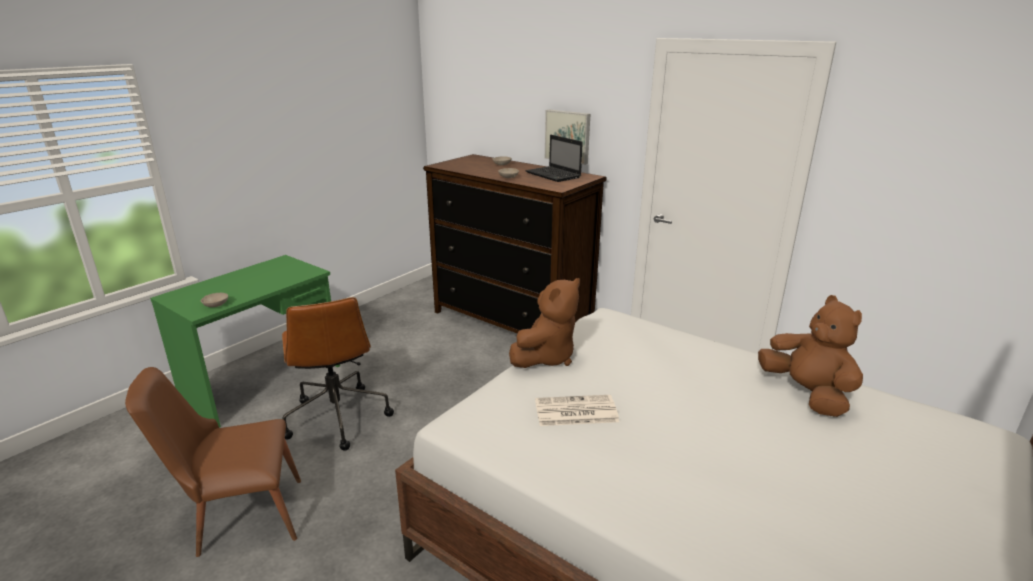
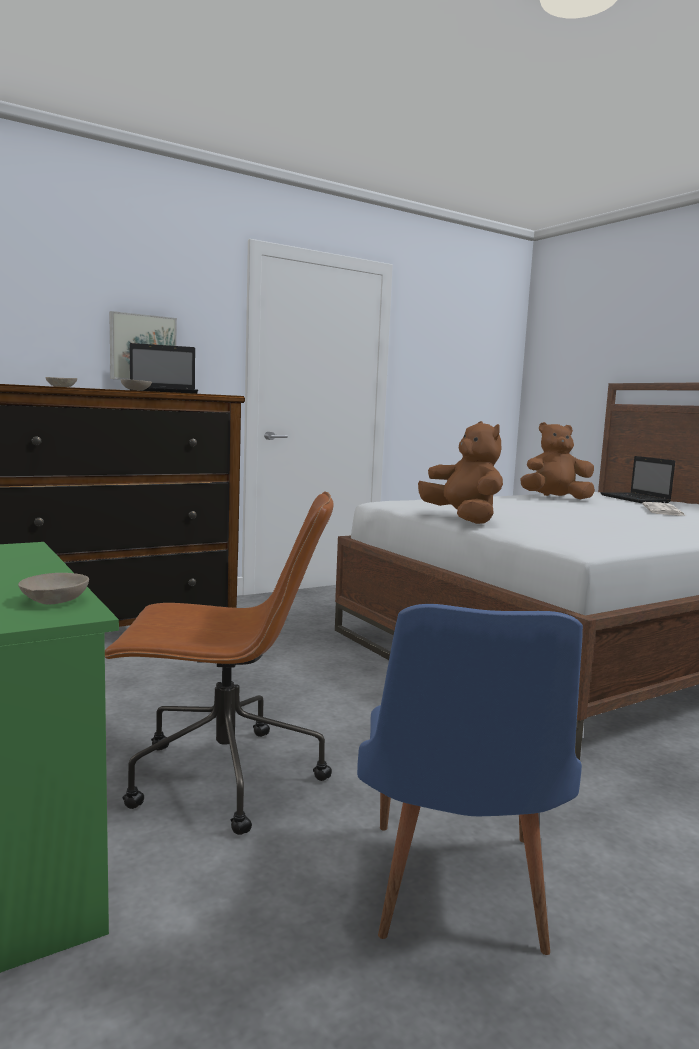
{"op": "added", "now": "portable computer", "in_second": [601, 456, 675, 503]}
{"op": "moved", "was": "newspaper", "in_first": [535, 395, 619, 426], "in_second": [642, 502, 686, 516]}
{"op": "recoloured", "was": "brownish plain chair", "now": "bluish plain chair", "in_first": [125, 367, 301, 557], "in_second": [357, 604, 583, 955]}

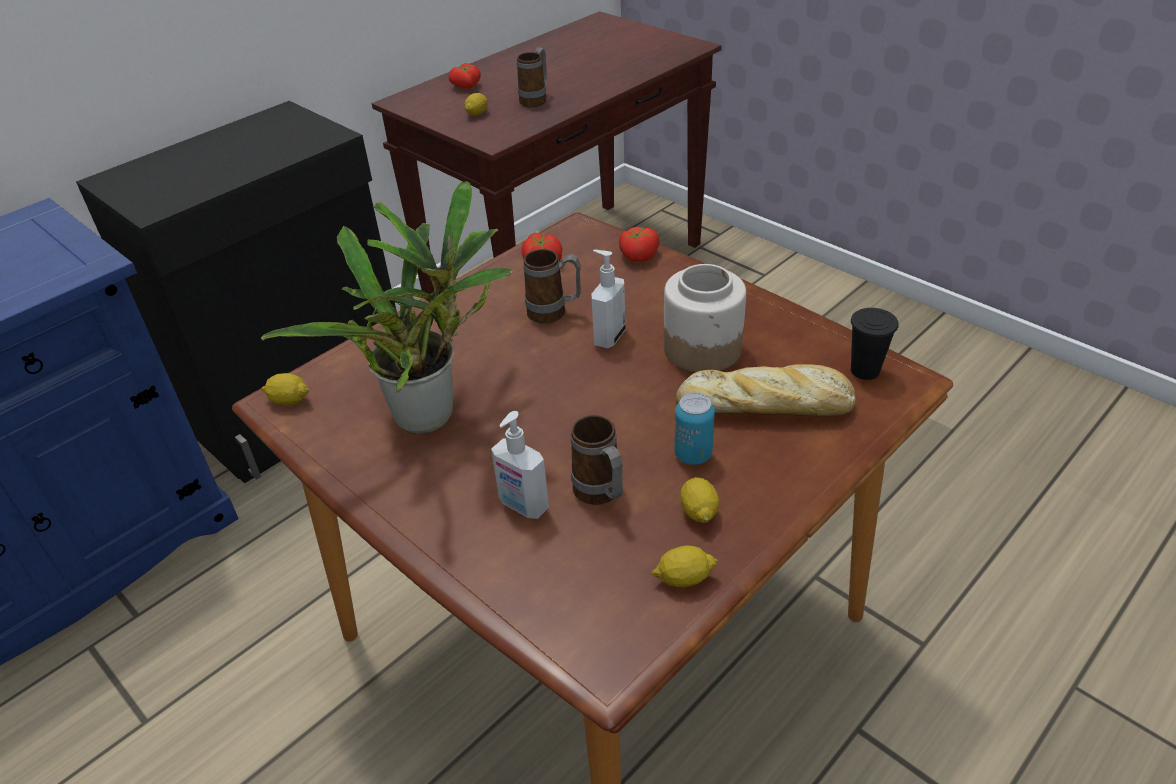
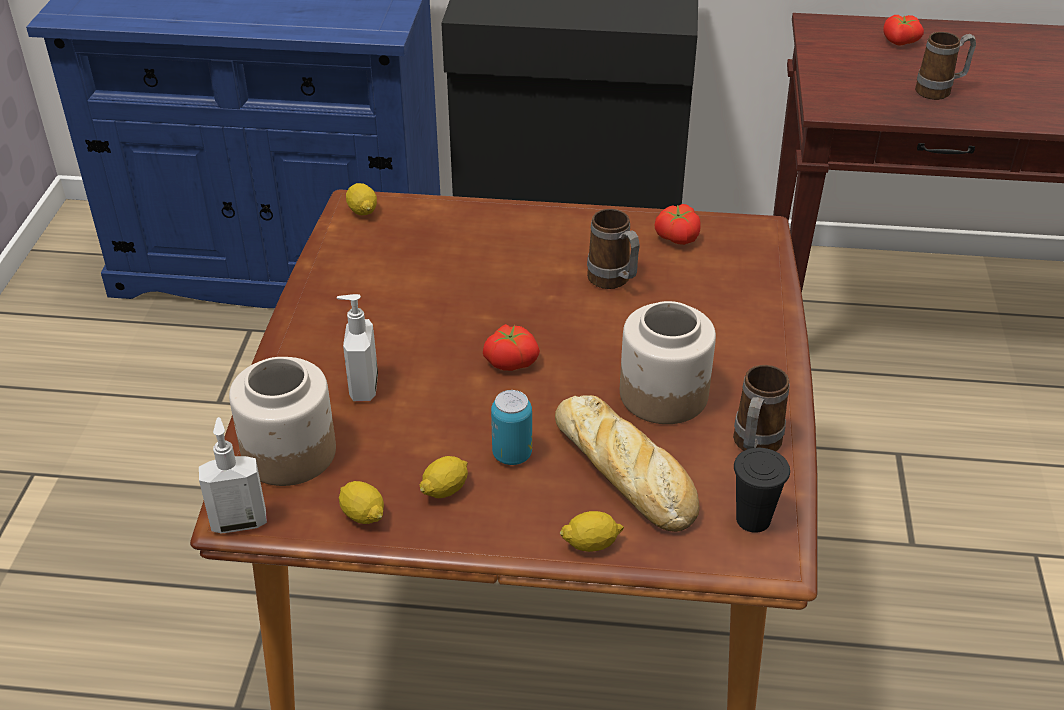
{"op": "removed", "was": "houseplant", "in_first": [261, 181, 513, 434]}
{"op": "added", "now": "storage jar", "in_second": [229, 357, 336, 486]}
{"op": "moved", "was": "whole lemon", "in_first": [465, 93, 488, 116], "in_second": [560, 511, 624, 552]}
{"op": "moved", "was": "coffee mug", "in_first": [571, 415, 623, 505], "in_second": [733, 365, 790, 451]}
{"op": "moved", "was": "soap bottle", "in_first": [591, 250, 625, 349], "in_second": [199, 417, 267, 534]}
{"op": "moved", "was": "whole tomato", "in_first": [619, 227, 660, 262], "in_second": [483, 324, 540, 371]}

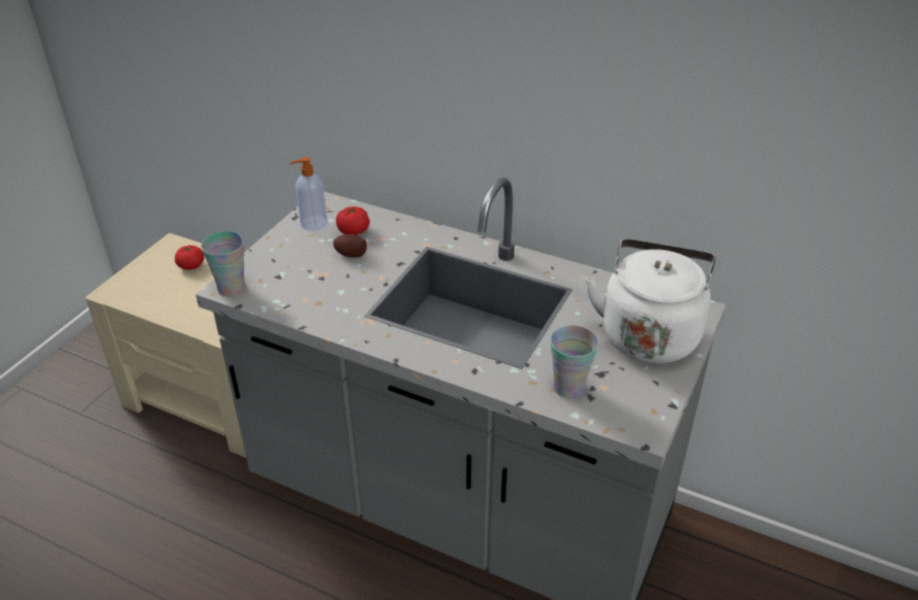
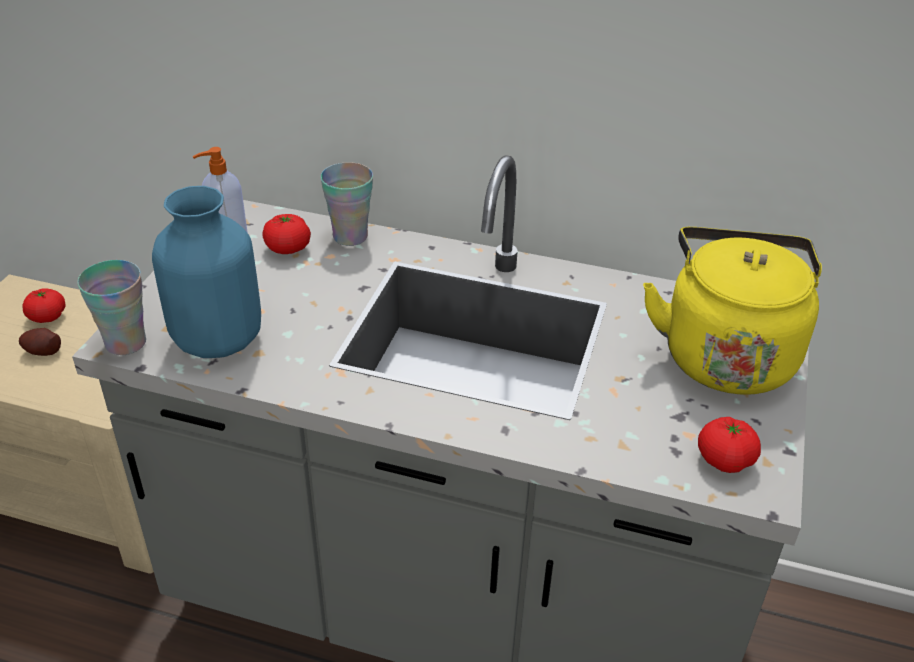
{"op": "added", "now": "bluish vase", "in_second": [152, 186, 261, 358]}
{"op": "added", "now": "whole tomato", "in_second": [698, 417, 761, 473]}
{"op": "moved", "was": "potato", "in_first": [333, 234, 367, 258], "in_second": [19, 328, 61, 356]}
{"op": "moved", "was": "small cup", "in_first": [550, 325, 598, 399], "in_second": [320, 162, 373, 246]}
{"op": "recoloured", "was": "white-coloured kettle", "now": "yellow-coloured kettle", "in_first": [585, 239, 716, 364], "in_second": [643, 227, 822, 395]}

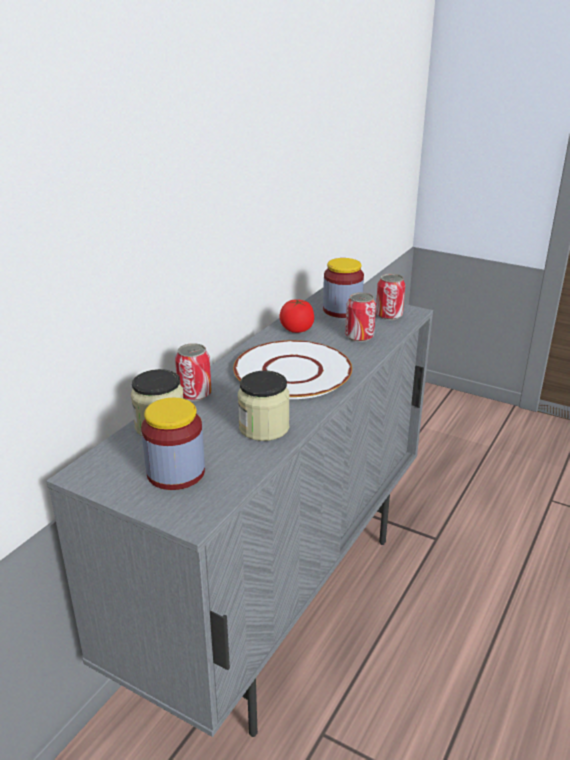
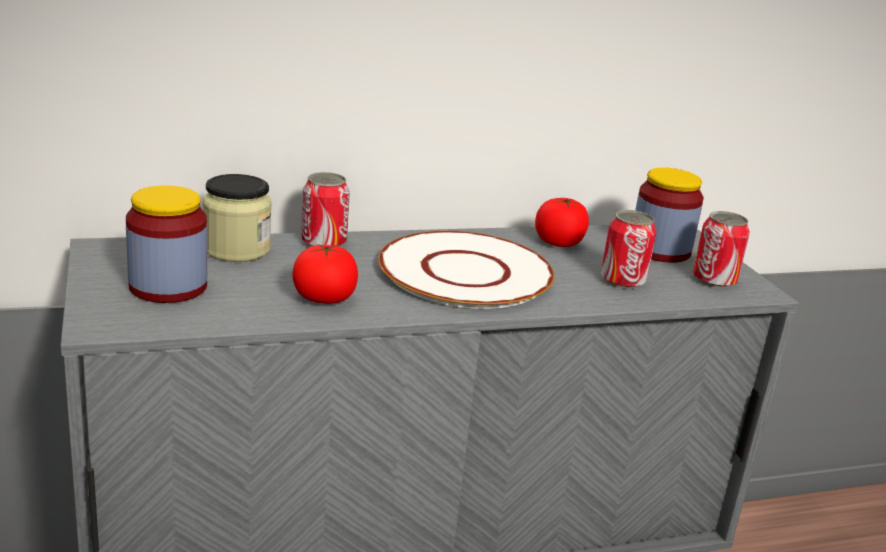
{"op": "replaced", "was": "storage jar", "now": "whole tomato", "in_first": [238, 370, 290, 441], "in_second": [292, 243, 358, 304]}

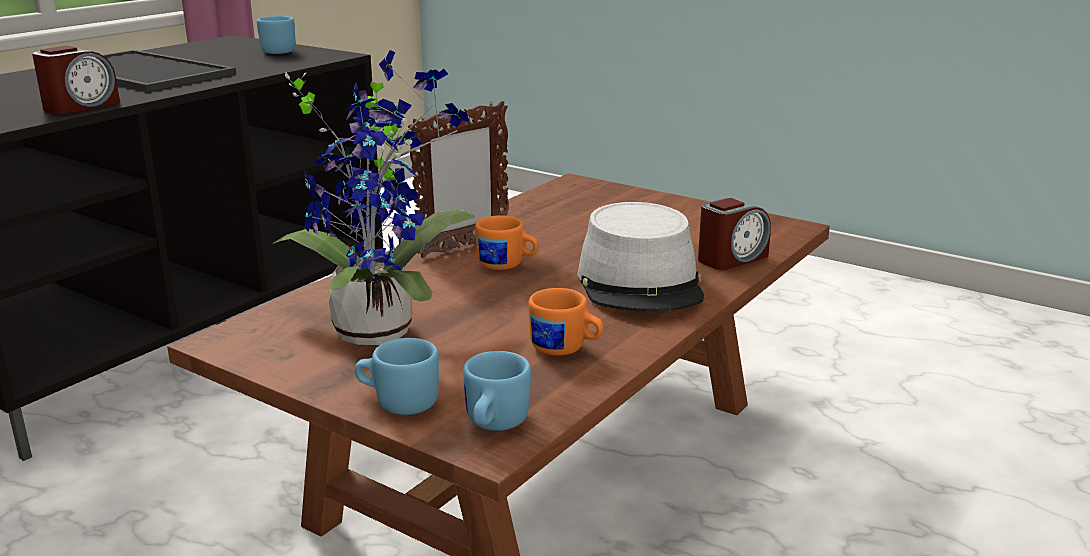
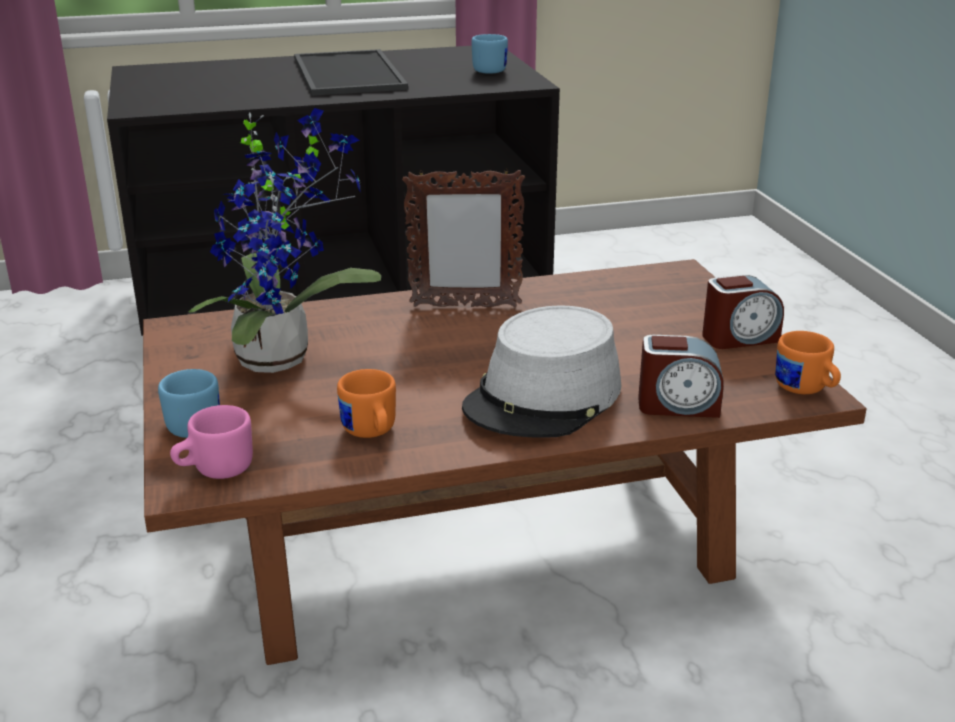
{"op": "moved", "was": "table clock", "in_first": [32, 46, 120, 114], "in_second": [702, 275, 784, 349]}
{"op": "moved", "was": "orange coffee mug", "in_first": [475, 215, 539, 270], "in_second": [775, 331, 841, 394]}
{"op": "recoloured", "was": "bluish coffee mug", "now": "pink coffee mug", "in_first": [463, 351, 531, 431], "in_second": [170, 405, 253, 479]}

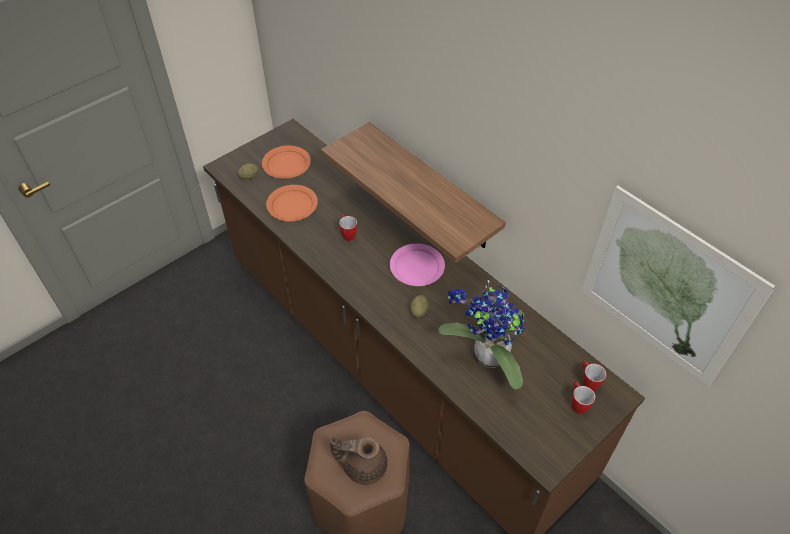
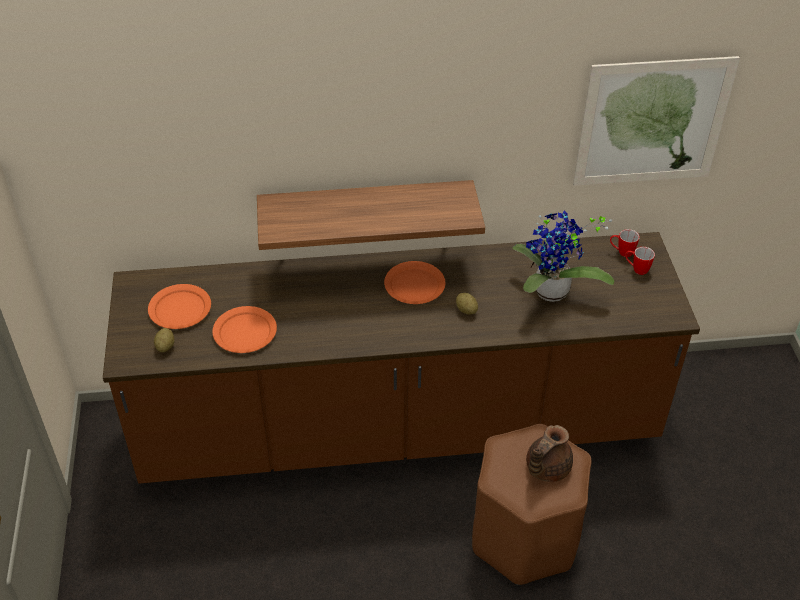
{"op": "removed", "was": "coffee mug", "in_first": [339, 214, 357, 241]}
{"op": "recoloured", "was": "pink plate", "now": "orange plate", "in_first": [390, 244, 445, 286], "in_second": [384, 261, 445, 304]}

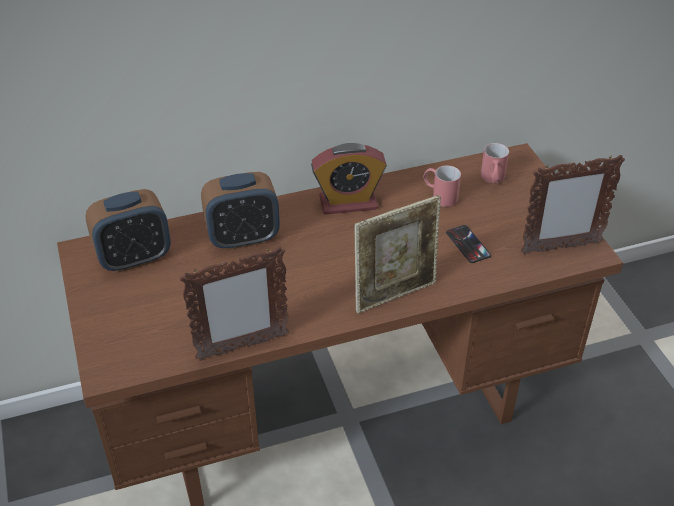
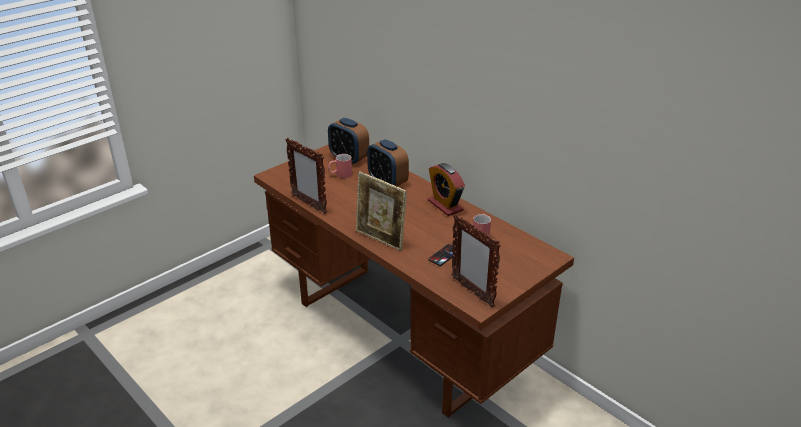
{"op": "moved", "was": "reddish coffee mug", "in_first": [481, 143, 509, 184], "in_second": [328, 154, 352, 178]}

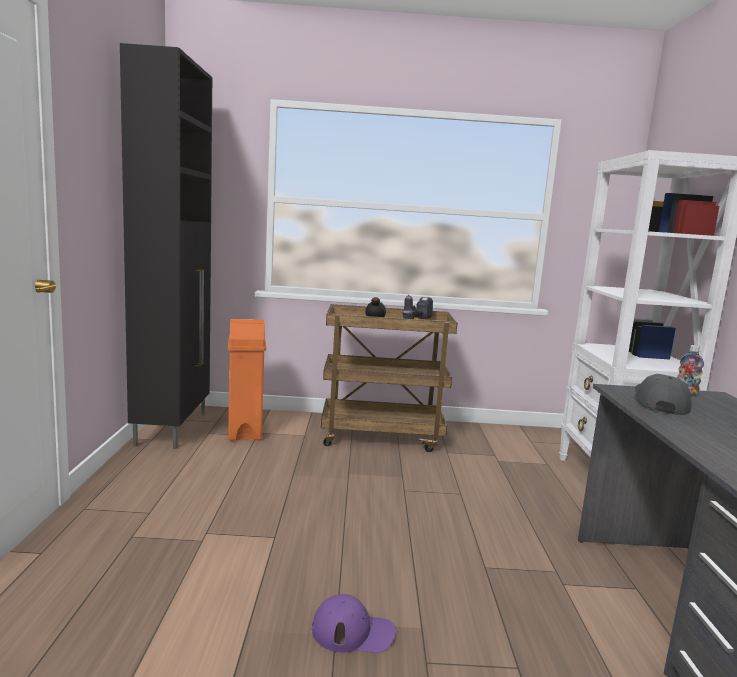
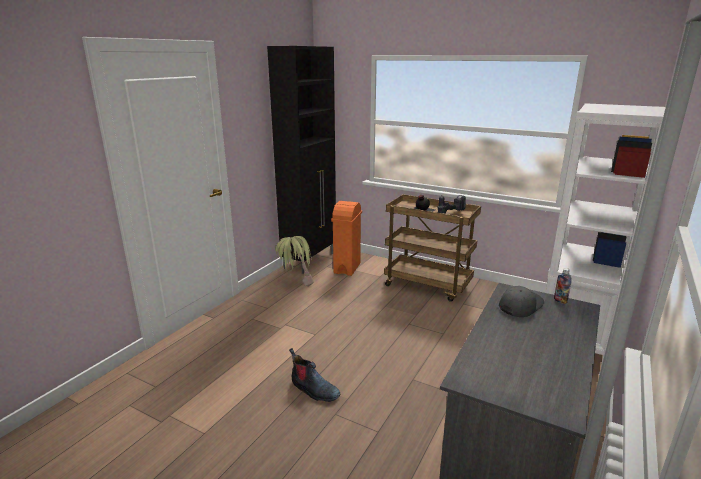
{"op": "added", "now": "houseplant", "in_second": [275, 236, 314, 286]}
{"op": "replaced", "was": "purplish peaked cap", "now": "high-top boot", "in_first": [311, 594, 396, 653], "in_second": [289, 348, 340, 402]}

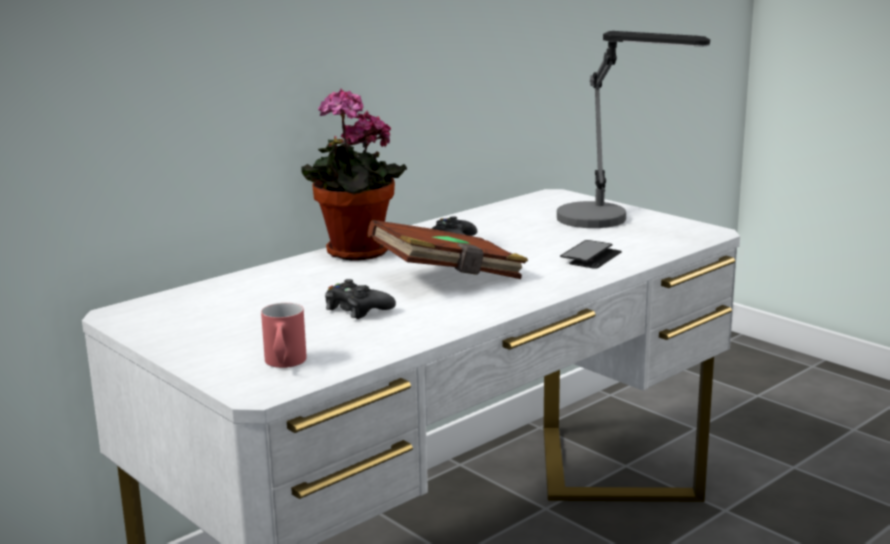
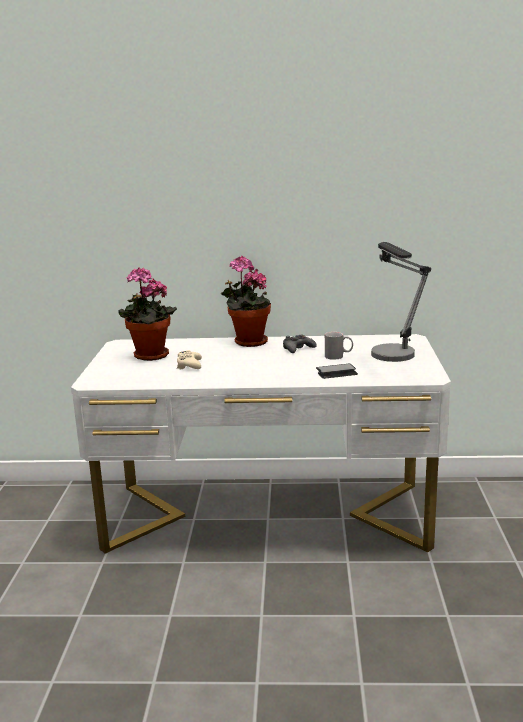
{"op": "removed", "was": "reddish coffee mug", "in_first": [261, 303, 307, 368]}
{"op": "removed", "was": "brownish book", "in_first": [368, 220, 528, 279]}
{"op": "added", "now": "houseplant", "in_second": [118, 267, 177, 361]}
{"op": "added", "now": "grey coffee mug", "in_second": [325, 332, 353, 360]}
{"op": "recoloured", "was": "black joypad", "now": "beige-coloured joypad", "in_first": [325, 279, 396, 319], "in_second": [177, 350, 202, 370]}

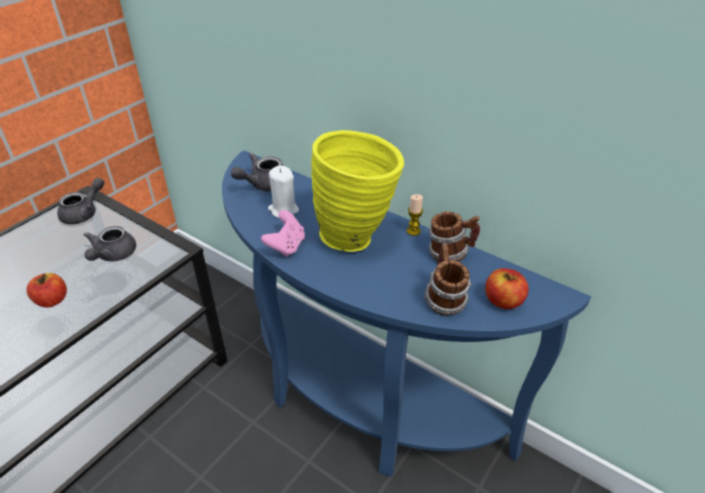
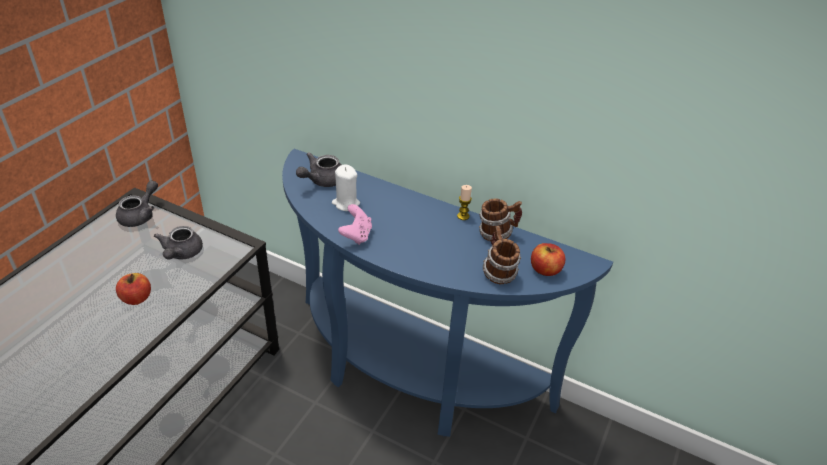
{"op": "removed", "was": "yellow-coloured vase", "in_first": [311, 130, 404, 252]}

